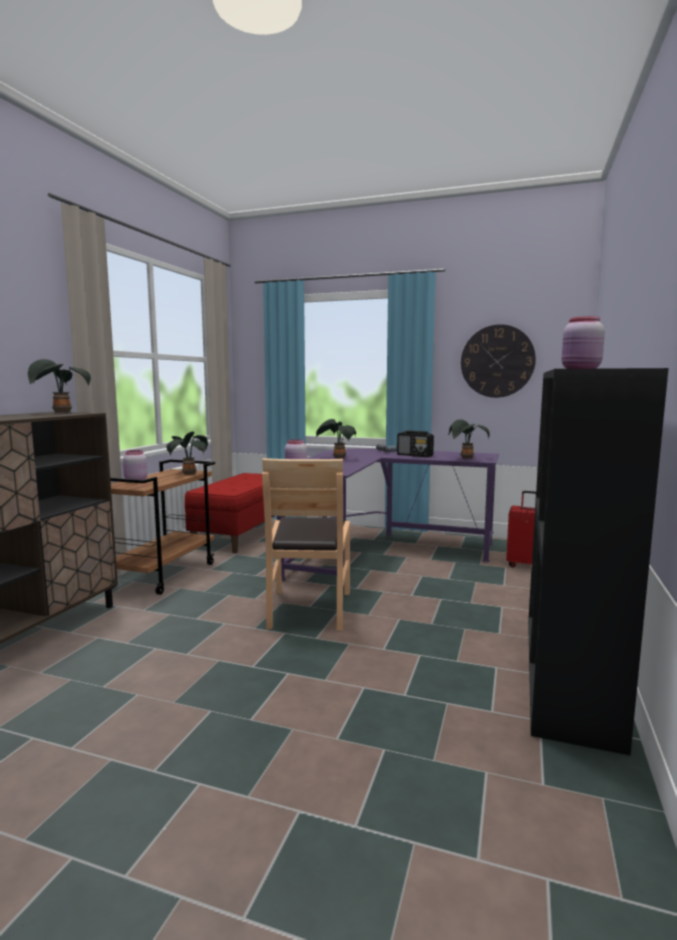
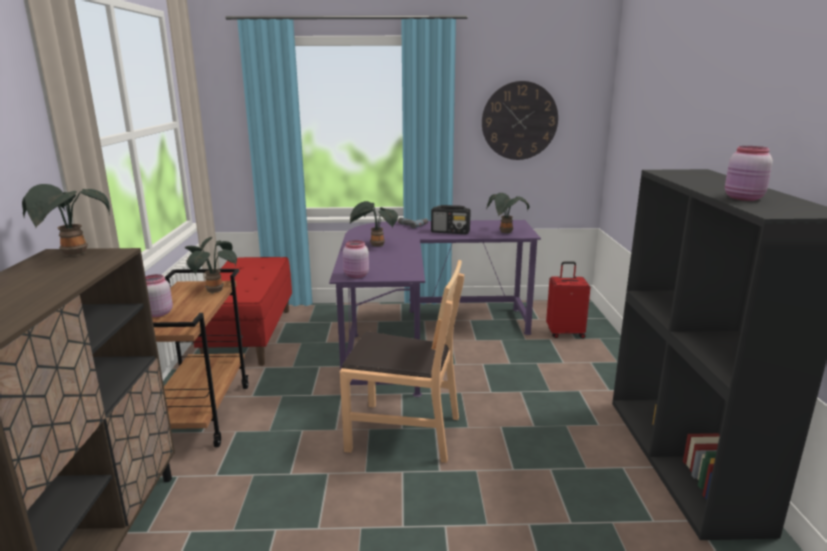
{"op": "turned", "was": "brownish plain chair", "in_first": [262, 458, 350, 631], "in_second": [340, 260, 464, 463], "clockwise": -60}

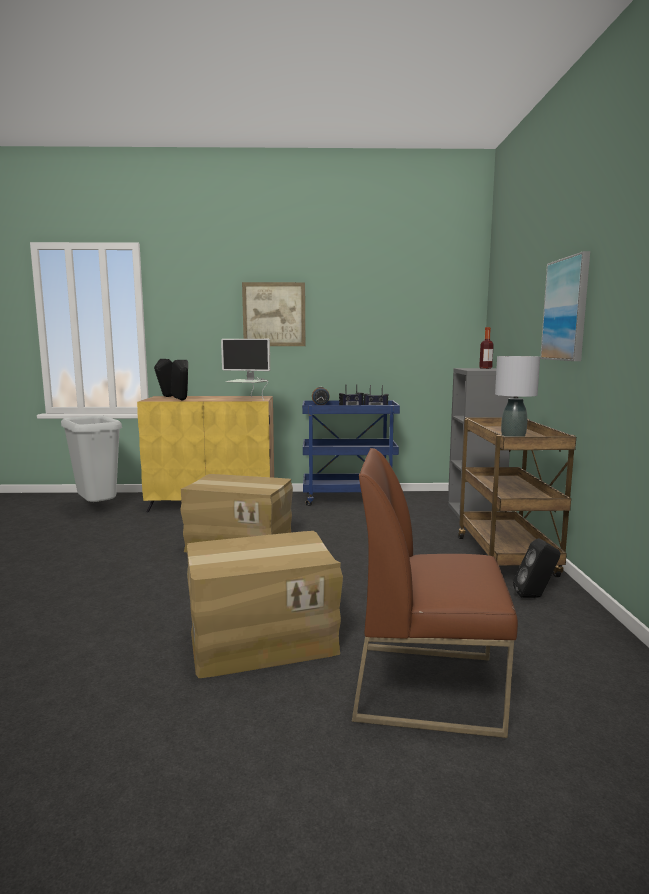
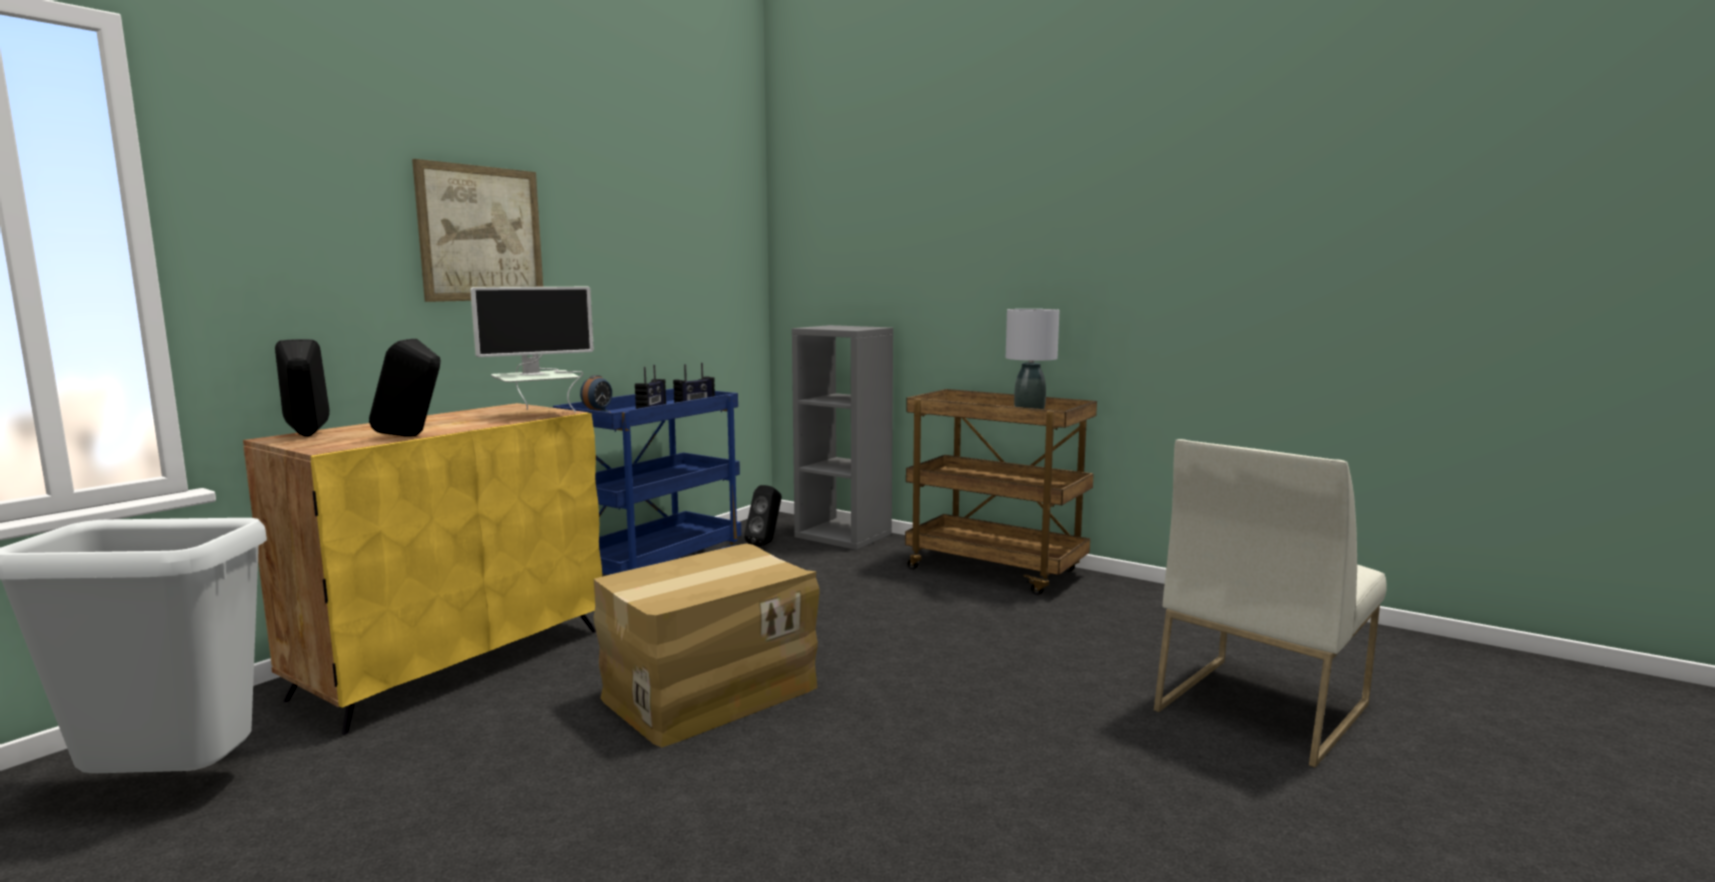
{"op": "removed", "was": "carton", "in_first": [187, 531, 343, 678]}
{"op": "removed", "was": "drink bottle", "in_first": [479, 327, 494, 369]}
{"op": "removed", "was": "picture", "in_first": [540, 251, 590, 361]}
{"op": "moved", "was": "black audio speaker", "in_first": [513, 538, 560, 598], "in_second": [744, 485, 782, 547]}
{"op": "recoloured", "was": "brownish plain chair", "now": "white-coloured plain chair", "in_first": [352, 448, 518, 738], "in_second": [1154, 439, 1387, 768]}

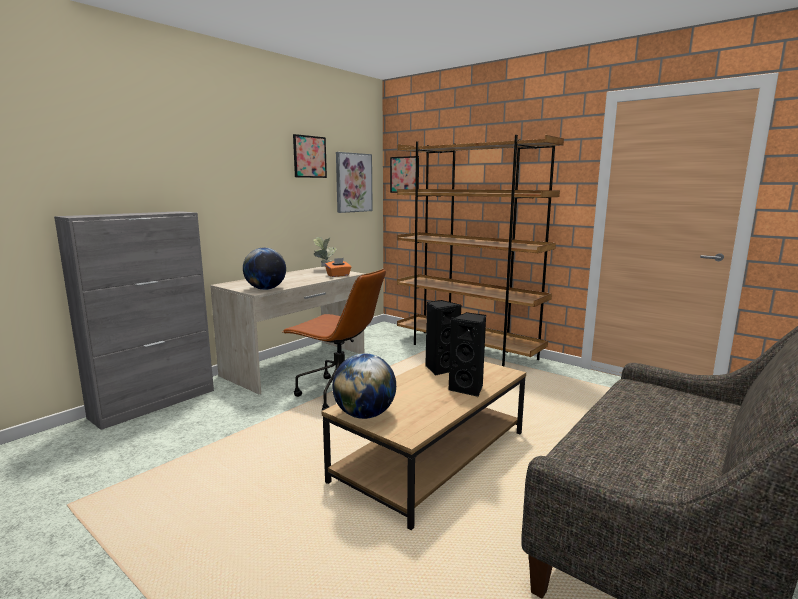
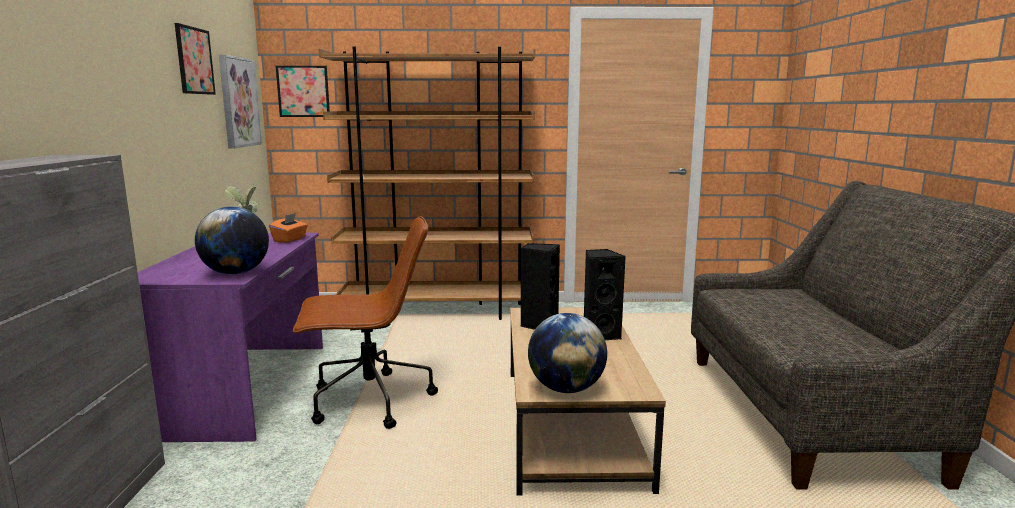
{"op": "recoloured", "was": "beige-coloured desk unit", "now": "purplish desk unit", "in_first": [210, 267, 364, 395], "in_second": [138, 233, 323, 442]}

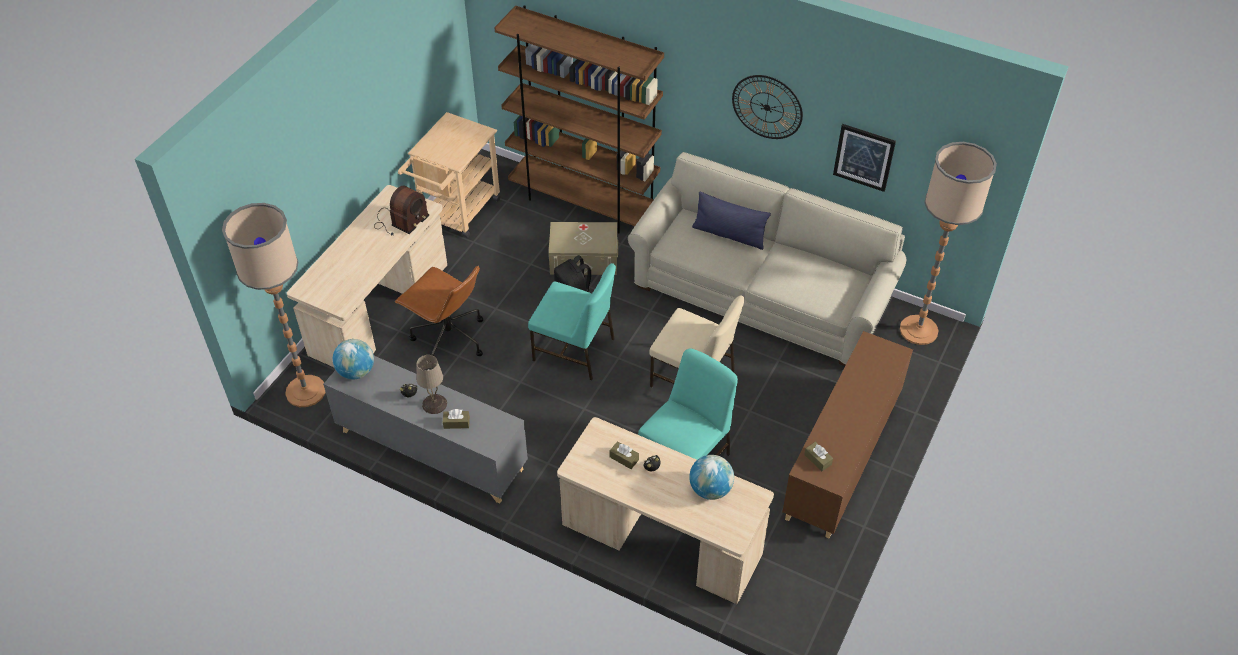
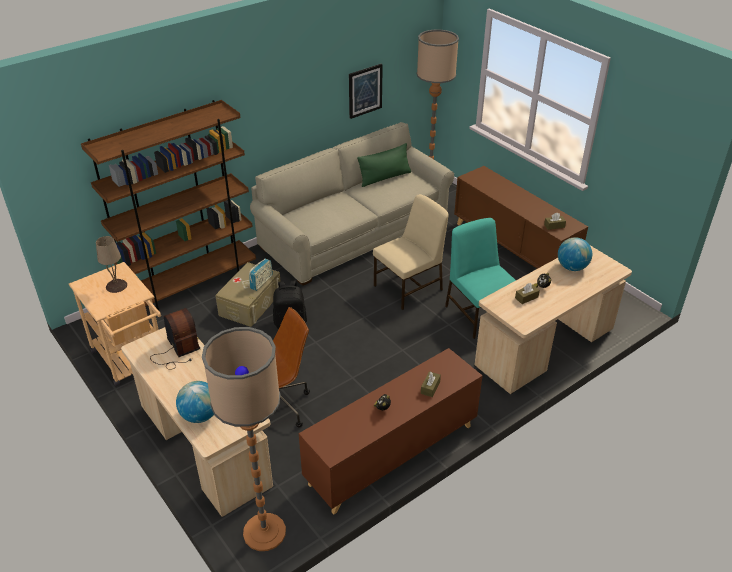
{"op": "removed", "was": "turquoise-coloured plain chair", "in_first": [528, 263, 616, 380]}
{"op": "removed", "was": "bluish pillow", "in_first": [692, 192, 771, 250]}
{"op": "removed", "was": "wall clock", "in_first": [732, 75, 803, 139]}
{"op": "added", "now": "radio", "in_second": [249, 259, 273, 291]}
{"op": "added", "now": "green pillow", "in_second": [357, 143, 411, 187]}
{"op": "moved", "was": "desk globe", "in_first": [333, 339, 374, 380], "in_second": [176, 381, 214, 423]}
{"op": "moved", "was": "beige-coloured lamp for a table", "in_first": [417, 355, 447, 414], "in_second": [96, 236, 127, 293]}
{"op": "recoloured", "was": "grey storage cabinet", "now": "brownish storage cabinet", "in_first": [323, 356, 528, 504], "in_second": [299, 348, 483, 515]}

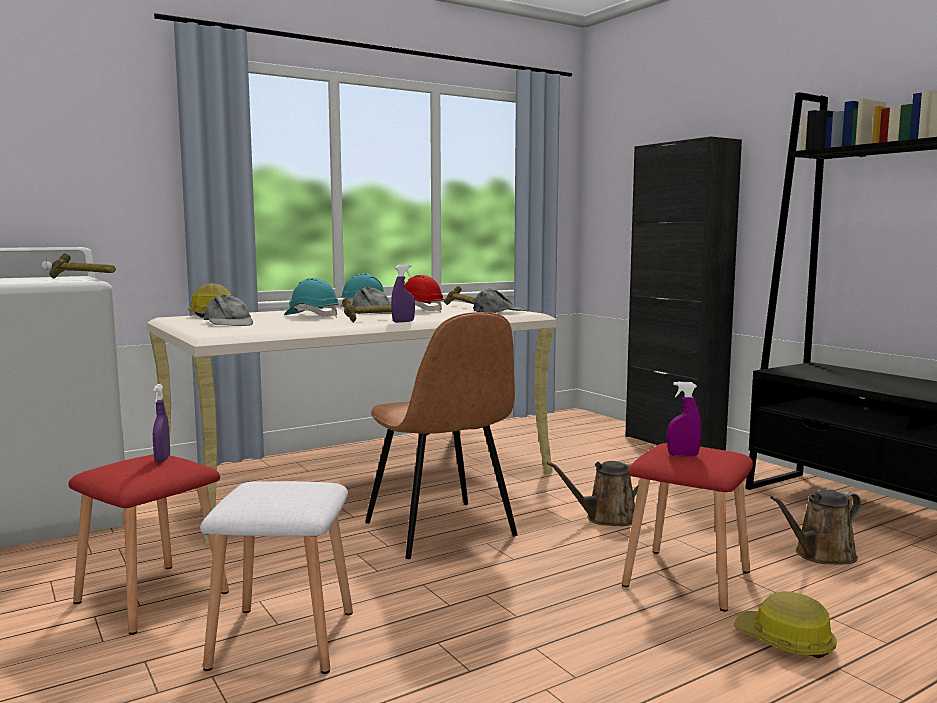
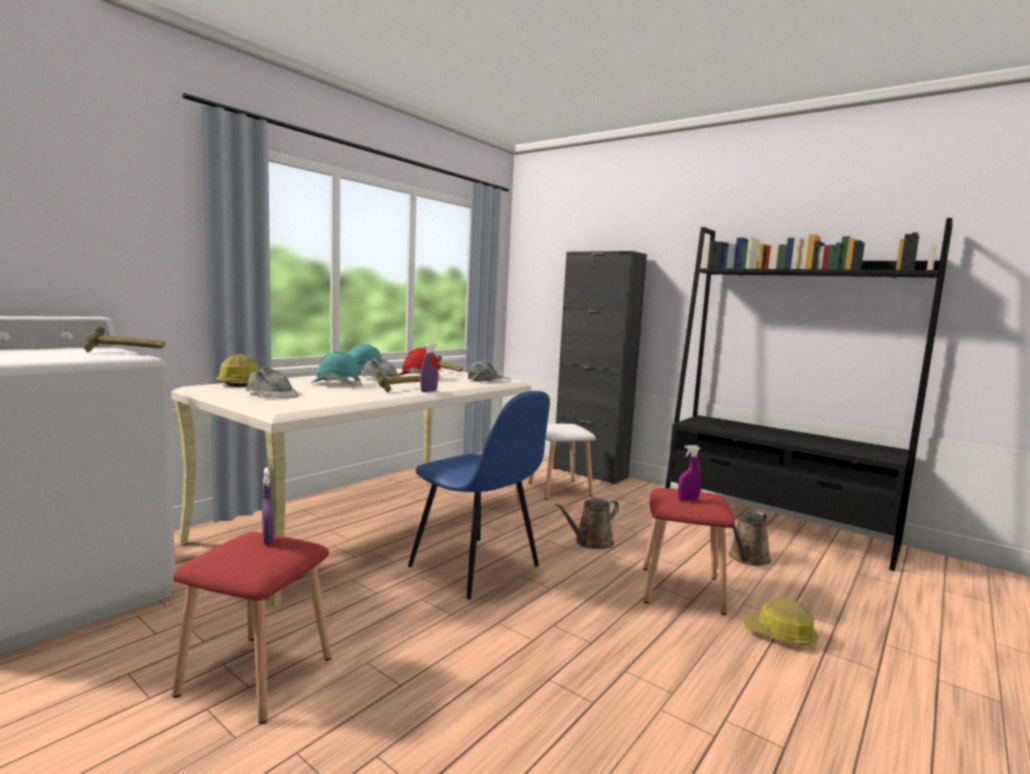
{"op": "moved", "was": "white-coloured sitting stool", "in_first": [200, 481, 353, 674], "in_second": [529, 424, 596, 499]}
{"op": "recoloured", "was": "brownish plain chair", "now": "bluish plain chair", "in_first": [365, 312, 518, 559], "in_second": [408, 391, 550, 599]}

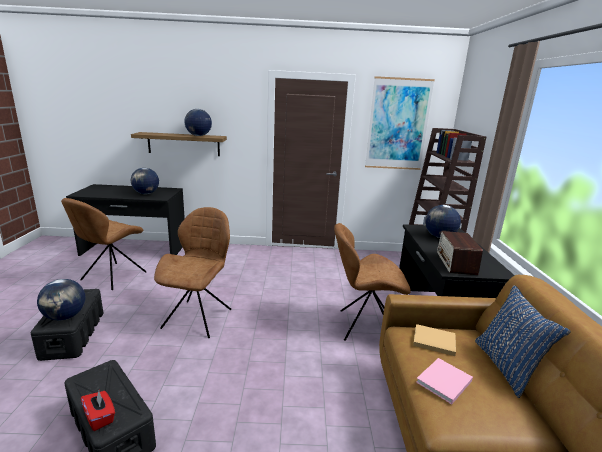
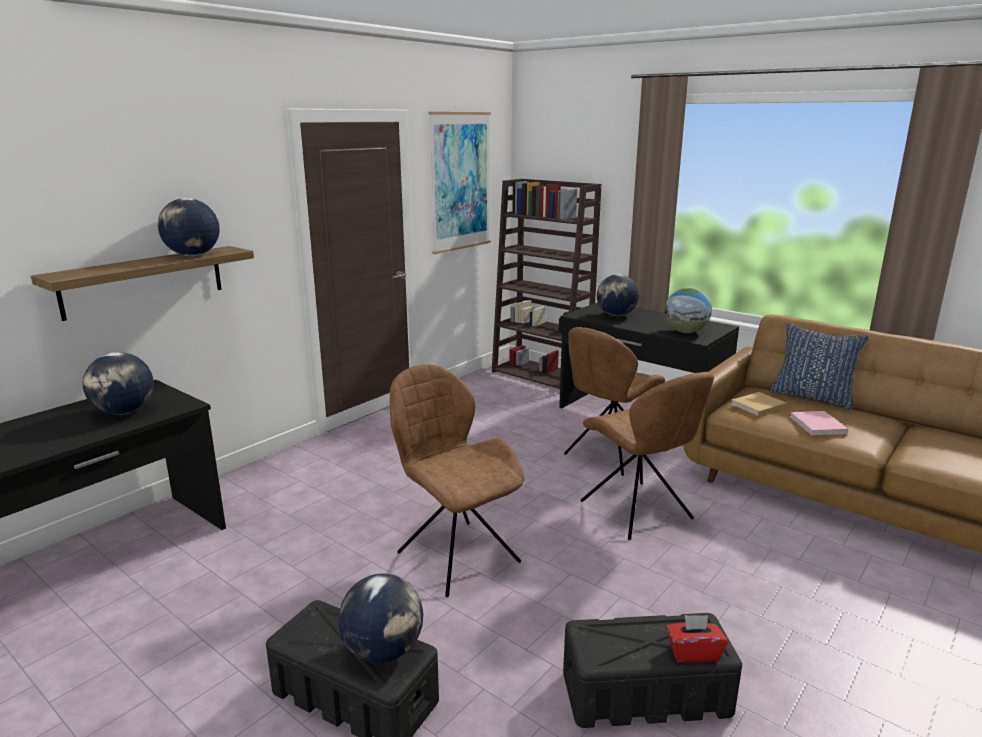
{"op": "moved", "was": "brownish plain chair", "in_first": [61, 198, 147, 290], "in_second": [580, 372, 714, 540]}
{"op": "replaced", "was": "radio", "now": "desk globe", "in_first": [437, 231, 483, 275], "in_second": [665, 288, 712, 333]}

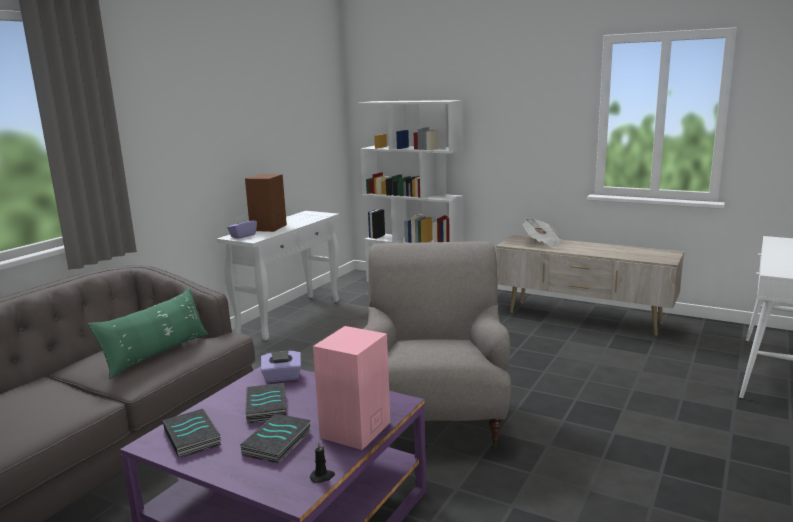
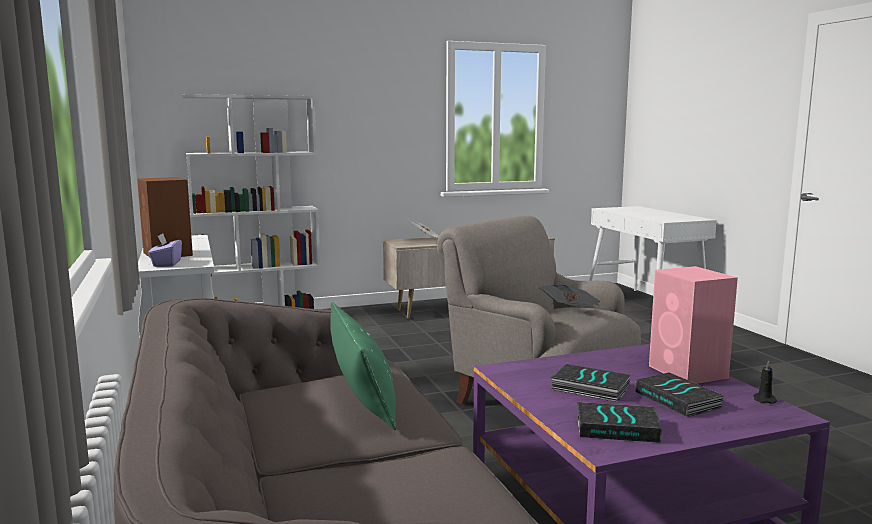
{"op": "removed", "was": "purplish box of tissues", "in_first": [261, 351, 301, 382]}
{"op": "added", "now": "newspaper", "in_second": [538, 285, 600, 308]}

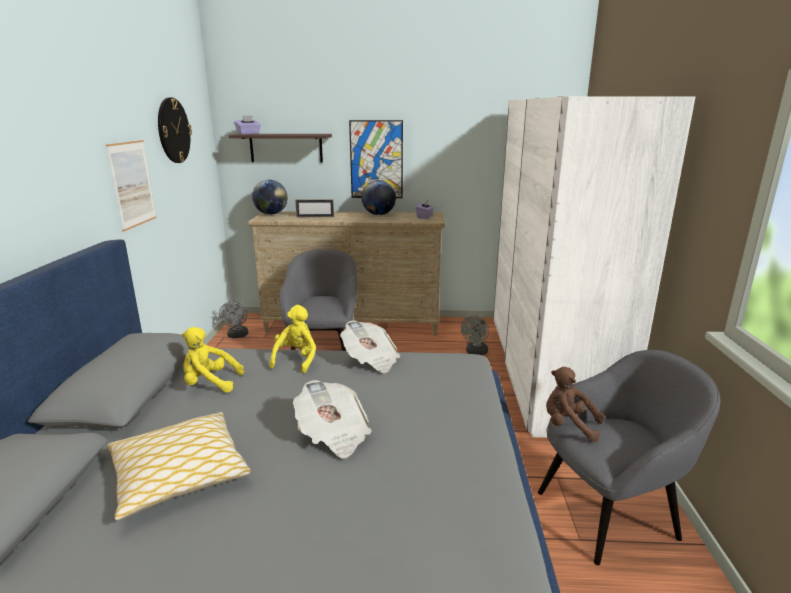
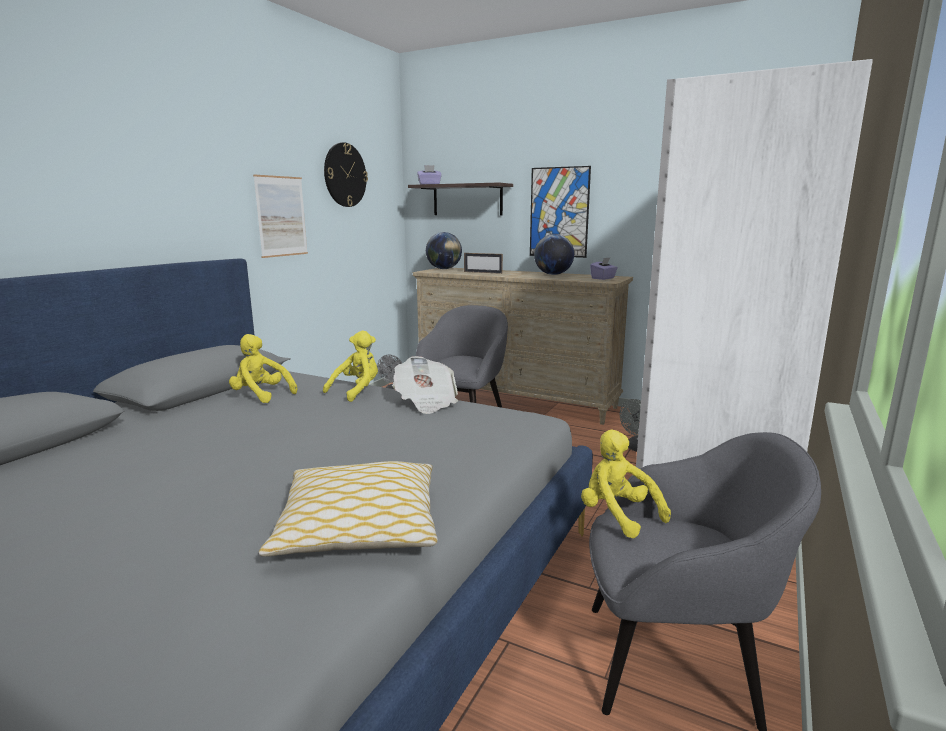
{"op": "removed", "was": "newspaper", "in_first": [293, 380, 372, 458]}
{"op": "moved", "was": "pillow", "in_first": [107, 412, 251, 521], "in_second": [259, 461, 438, 557]}
{"op": "recoloured", "was": "brownish plush toy", "now": "yellow-coloured plush toy", "in_first": [546, 367, 604, 442], "in_second": [581, 429, 671, 538]}

